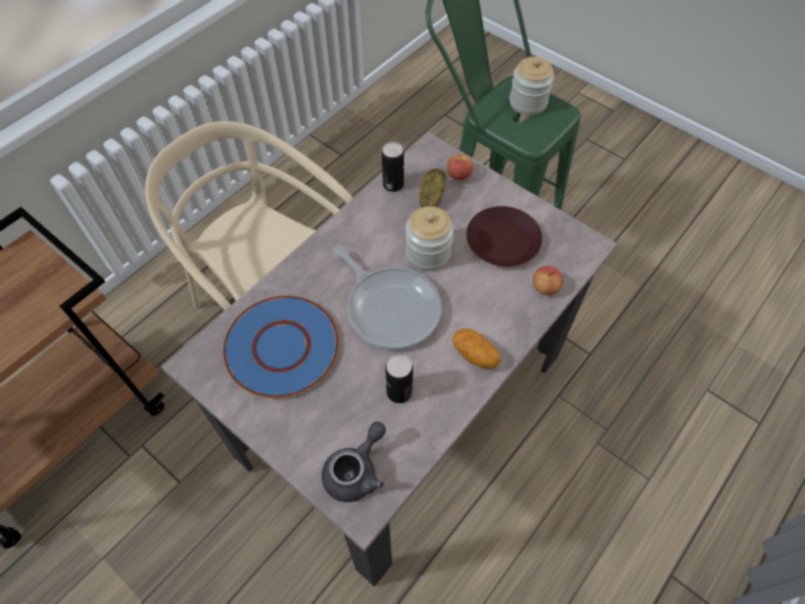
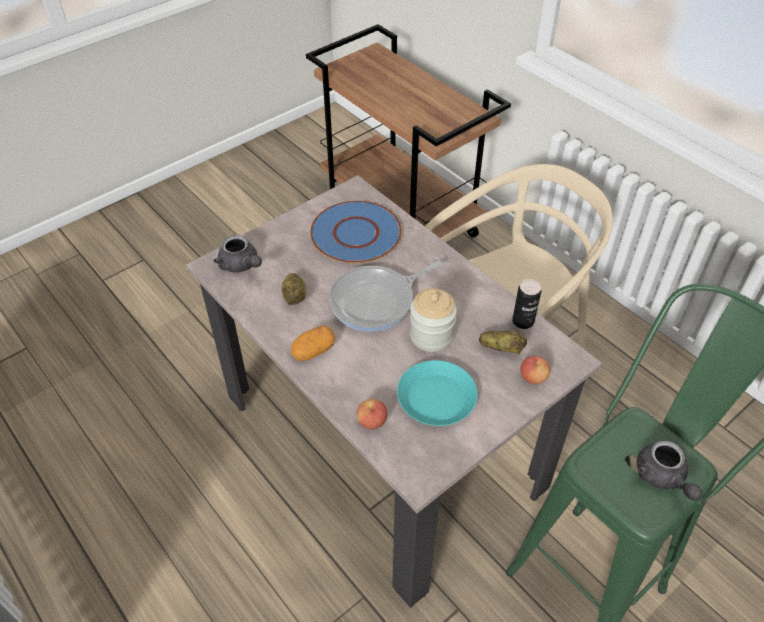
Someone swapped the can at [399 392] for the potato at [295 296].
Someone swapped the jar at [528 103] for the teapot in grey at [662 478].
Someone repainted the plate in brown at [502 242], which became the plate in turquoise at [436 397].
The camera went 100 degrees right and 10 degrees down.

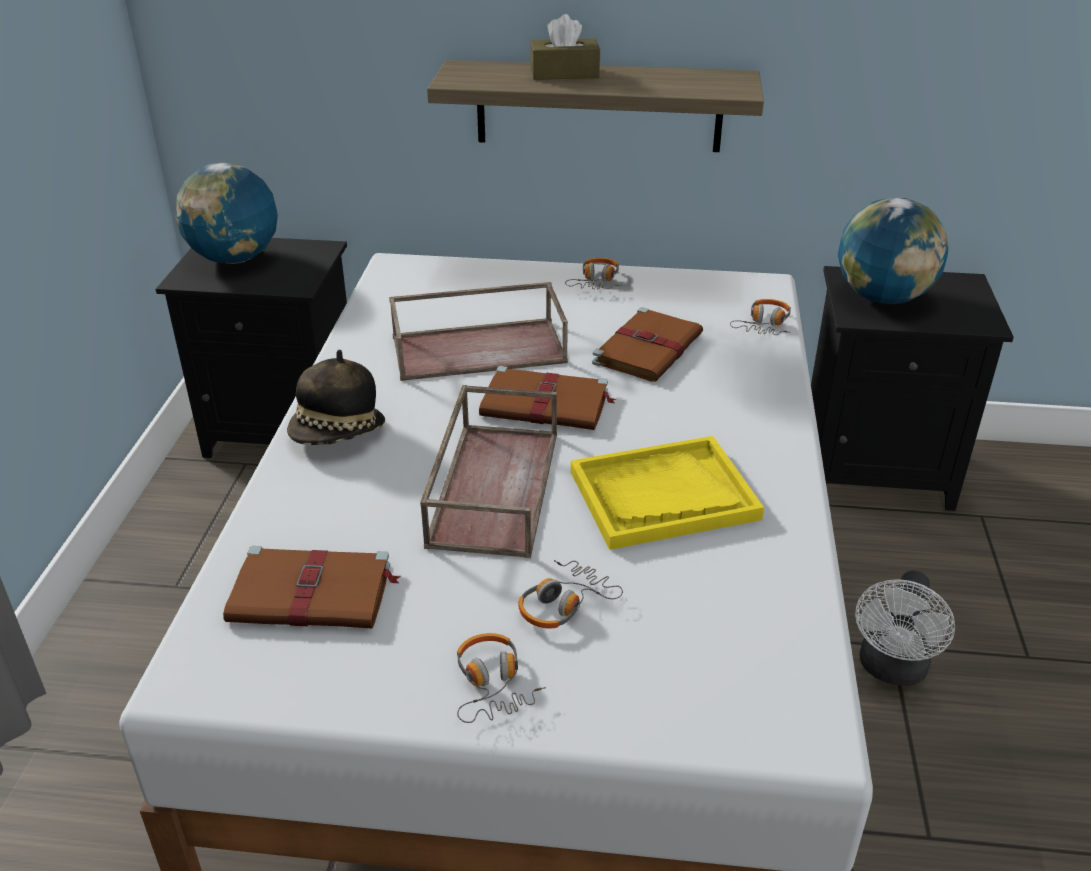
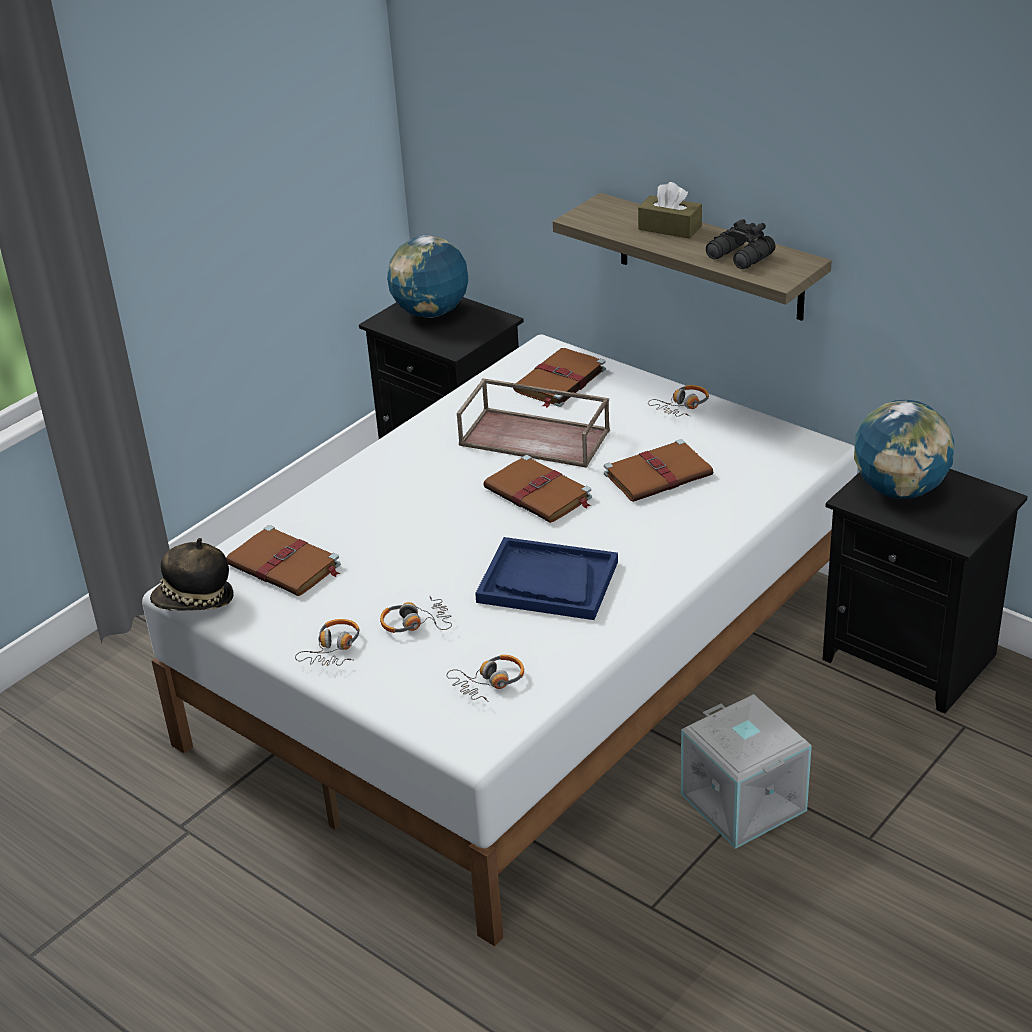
Someone took away the tray in brown at [493 486].
Someone put down the book in brown at [559 381].
Someone put down the binoculars in black at [740 257].
Someone carried the hat from [337 434] to [194 602].
Someone carried the headphones from [764 325] to [489 683].
Someone swapped the fan in white at [891 670] for the storage box in grey at [745 802].
Someone repainted the tray in yellow at [663 496], which became the tray in blue at [547 582].
The camera went 35 degrees right and 0 degrees up.

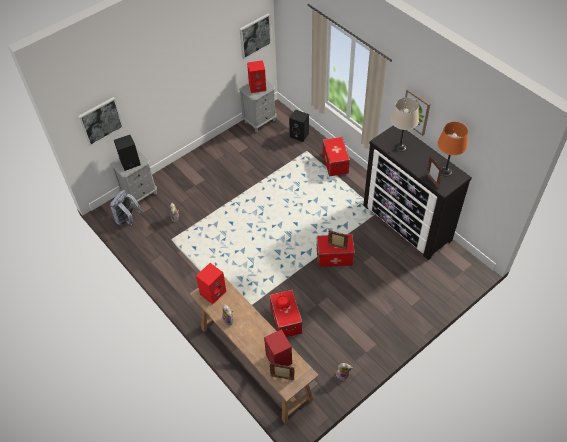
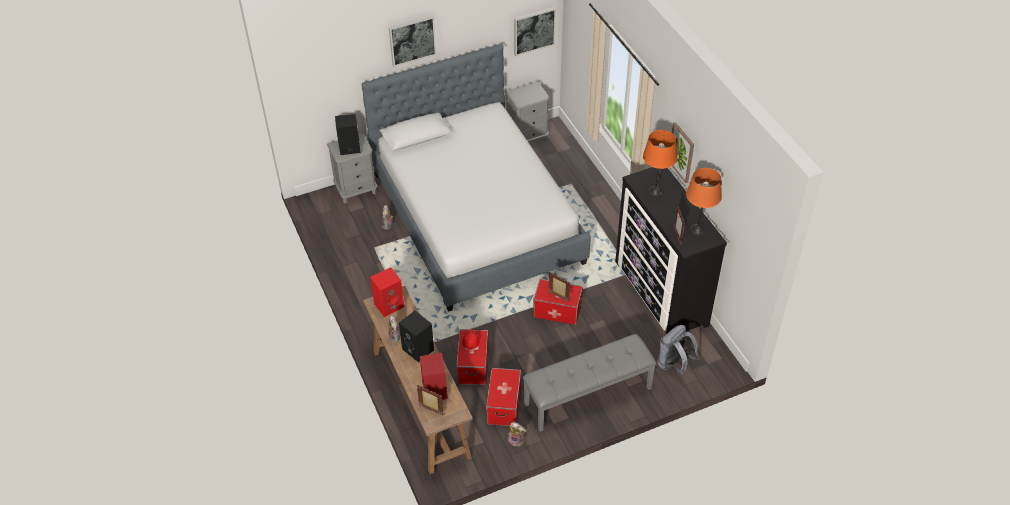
Someone took away the speaker in red at [258 87].
Someone put down the bed at [476 218].
Someone put down the bench in grey at [588 396].
Someone carried the picture from [100 121] to [412 40].
Someone carried the backpack in grey from [128 220] to [674 365].
Someone carried the speaker in black from [299 135] to [419 349].
Someone carried the storage box from [335 163] to [503 405].
Someone repainted the table lamp in beige at [400 147], which became the table lamp in orange at [655 191].
The camera went 15 degrees right and 5 degrees down.

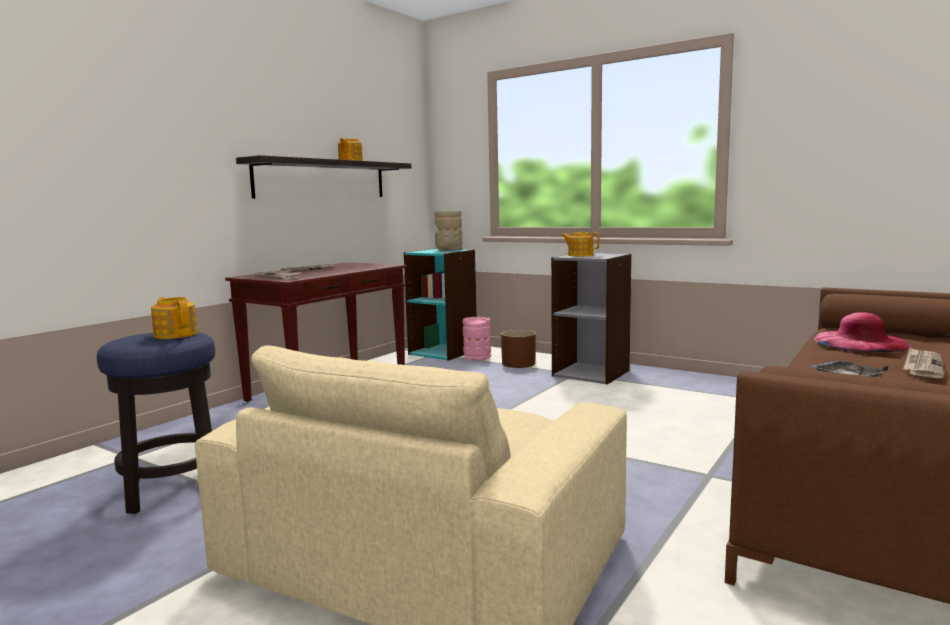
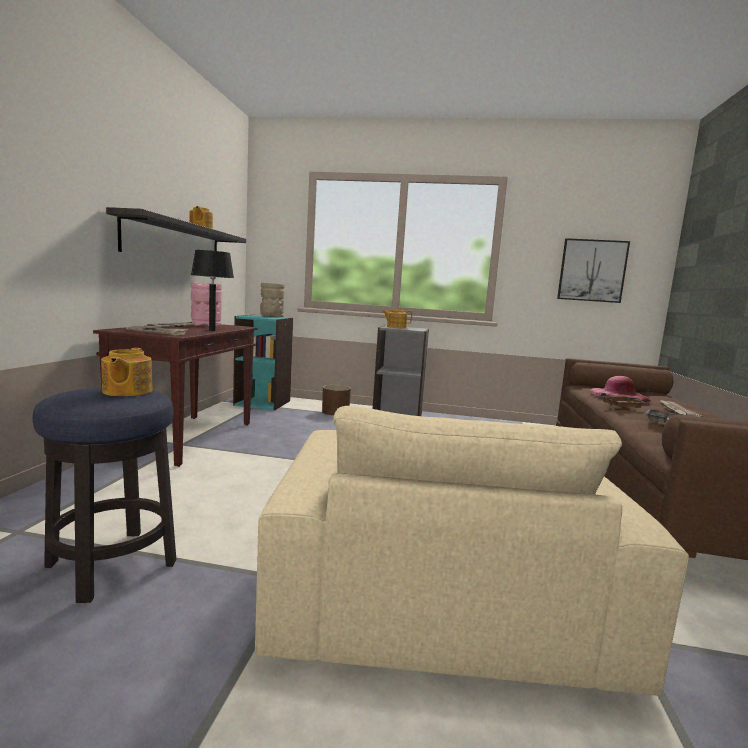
Someone put down the table lamp in black at [212 330].
Someone put up the picture at [592 270].
Someone put down the tray in brown at [624 406].
Someone carried the vase in pink from [477 357] to [206 325].
Someone rotated the teapot at [176 334] by 120 degrees counterclockwise.
The camera went 25 degrees left and 0 degrees up.

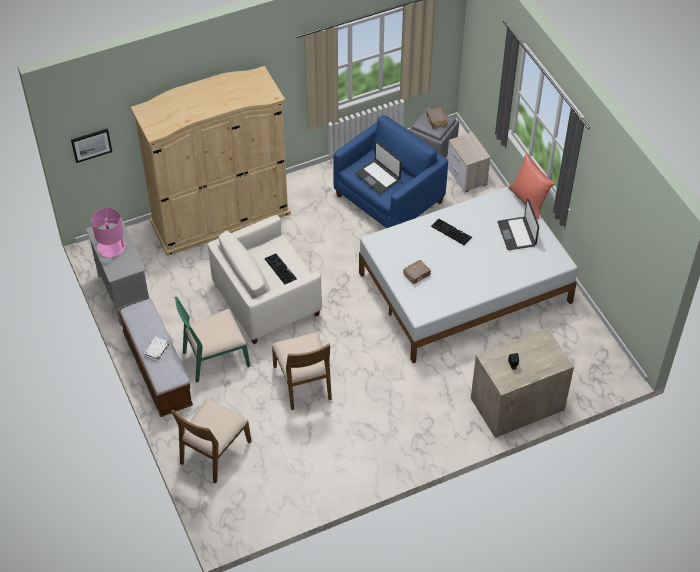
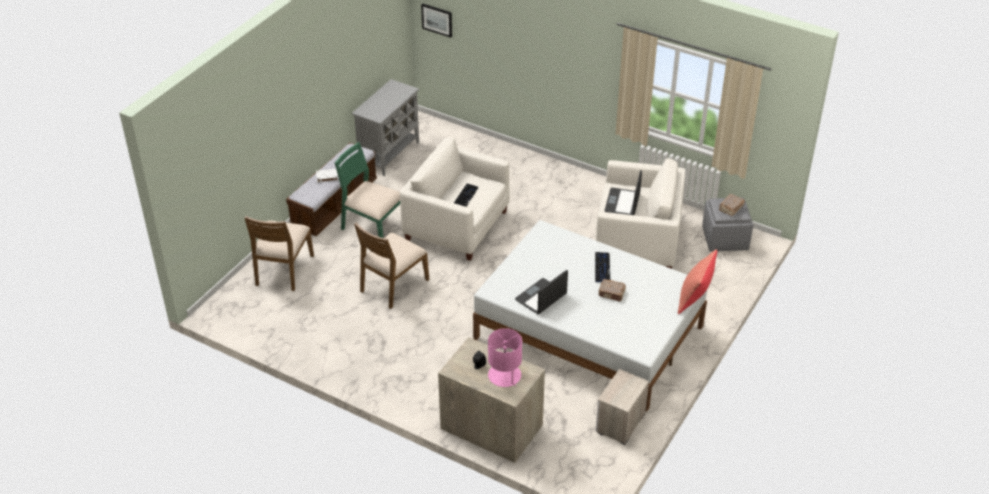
Someone took away the wardrobe in beige at [220 217].
Someone carried the table lamp in pink from [112 247] to [504 376].
Someone carried the book in brown from [417 275] to [612 294].
Someone carried the nightstand from [467 176] to [619 423].
Someone carried the laptop from [517 234] to [541 297].
Someone repainted the armchair in blue at [388 199], which became the armchair in white at [637 241].
Someone rotated the chair in brown at [214 452] by 75 degrees counterclockwise.
The camera went 55 degrees right and 10 degrees down.

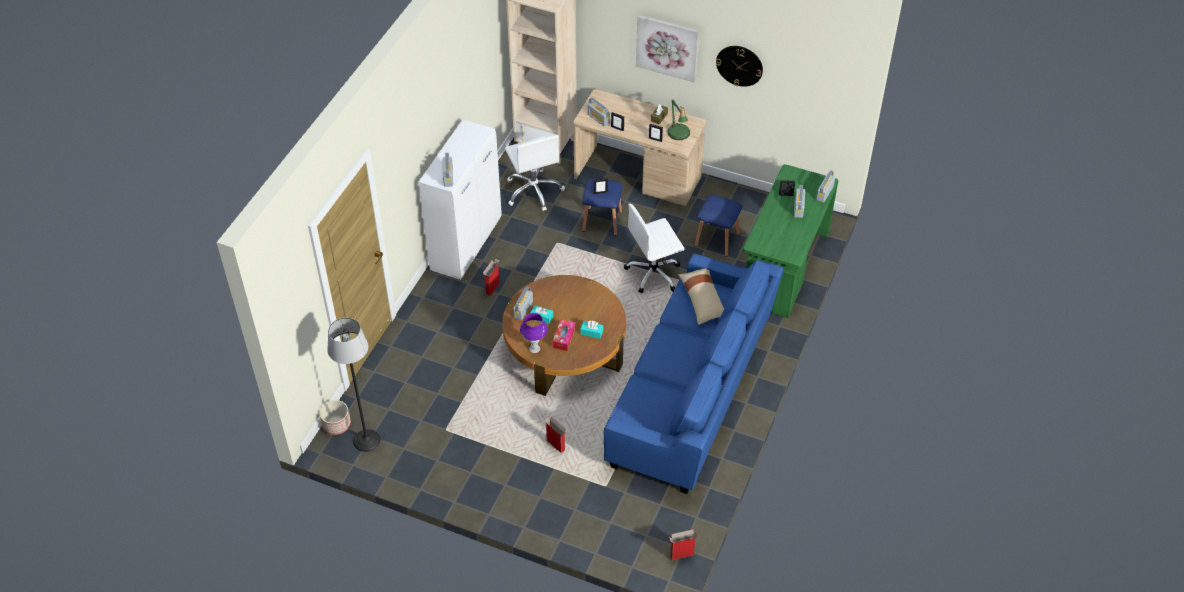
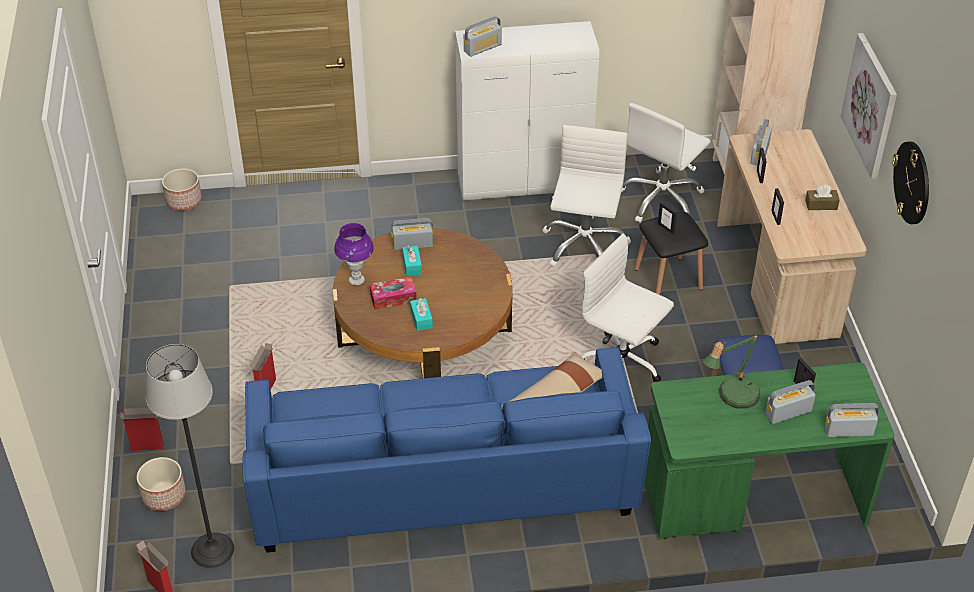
Someone put down the planter at [163 496].
Someone put down the office chair in white at [584 245].
Someone carried the floor lamp from [366 440] to [212 550].
Someone carried the cardboard box from [493 288] to [148 446].
Someone carried the table lamp from [679 135] to [733 396].
Someone repainted the stool in blue at [602 221], which became the stool in black at [668 279].
The camera went 60 degrees right and 5 degrees down.

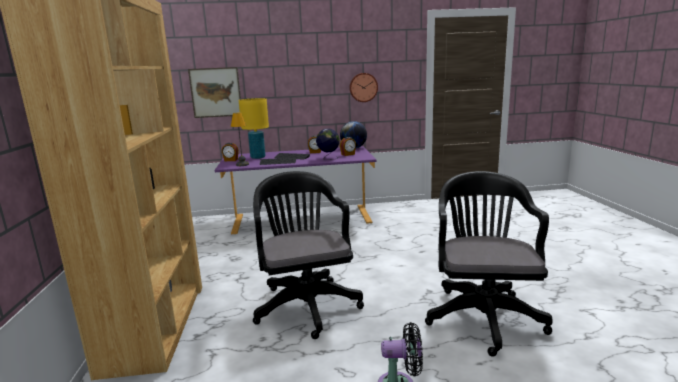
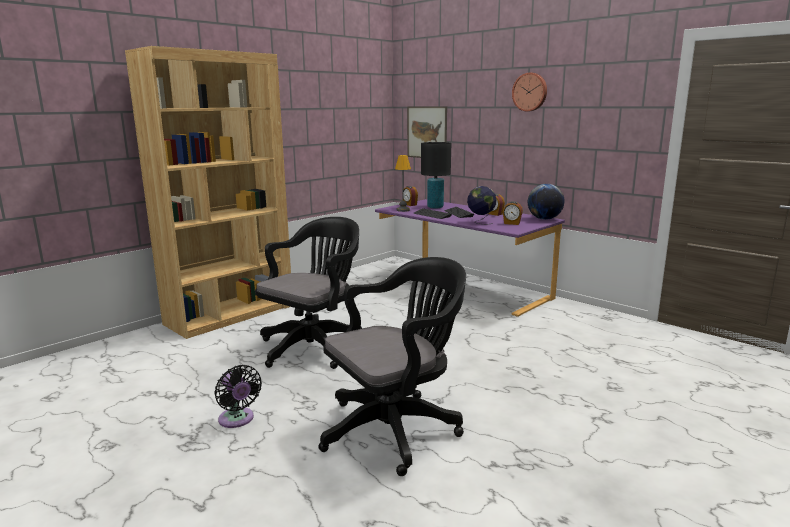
Someone carried the wall clock from [363 87] to [530 92].
Someone repainted the table lamp in yellow at [258 157], which became the table lamp in black at [435 207].
The camera went 50 degrees right and 0 degrees up.

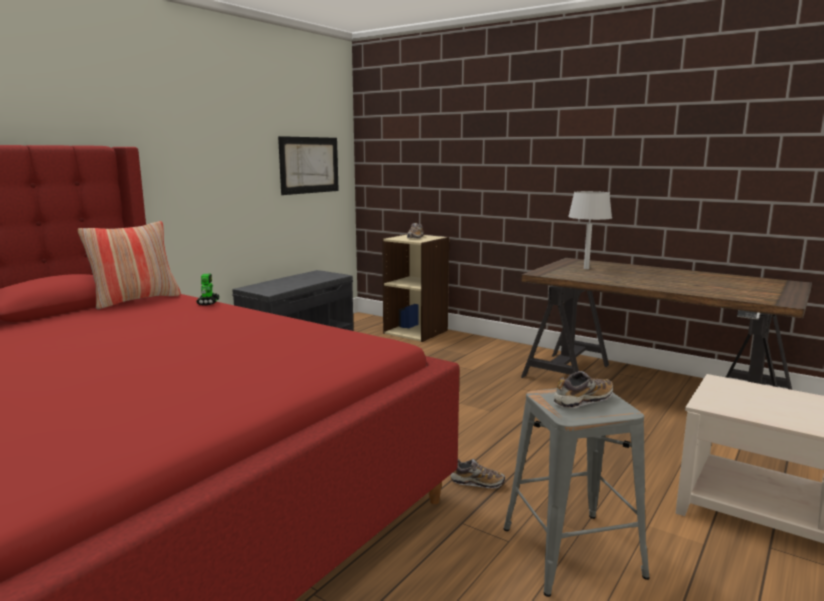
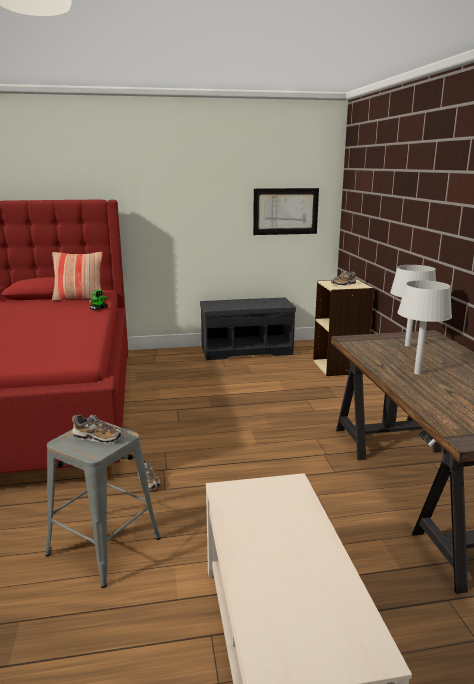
Someone put down the table lamp in grey at [417 373].
The camera went 45 degrees right and 5 degrees up.

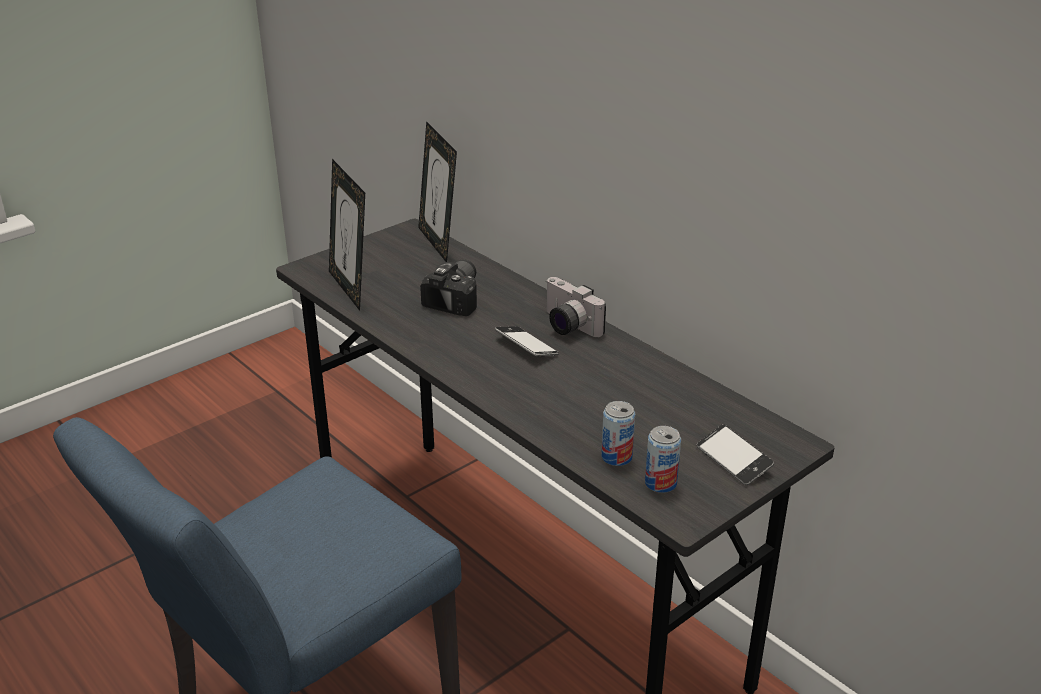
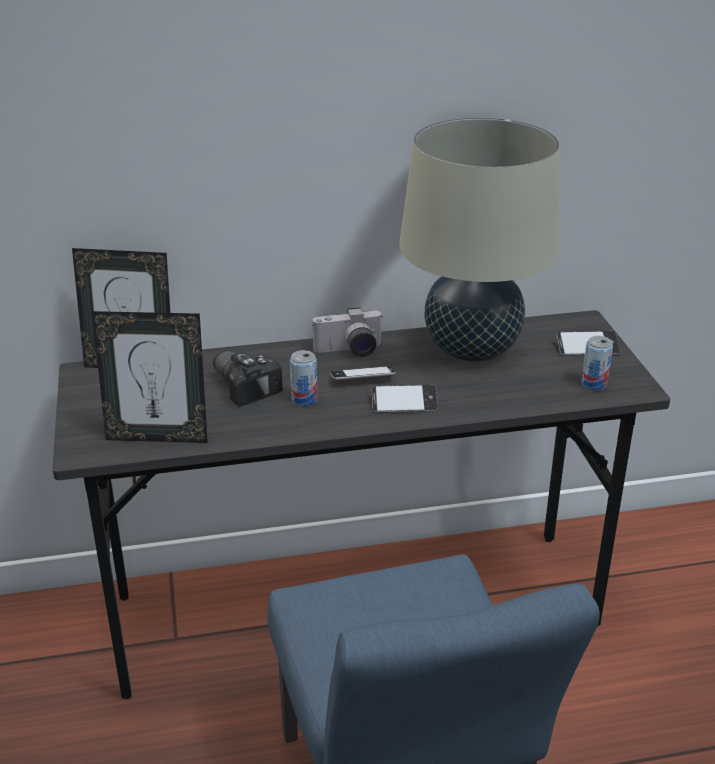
Someone put down the phone at [404 404].
Someone put down the table lamp in beige at [472 350].
Someone carried the can from [616 457] to [304 399].
The camera went 60 degrees left and 0 degrees up.

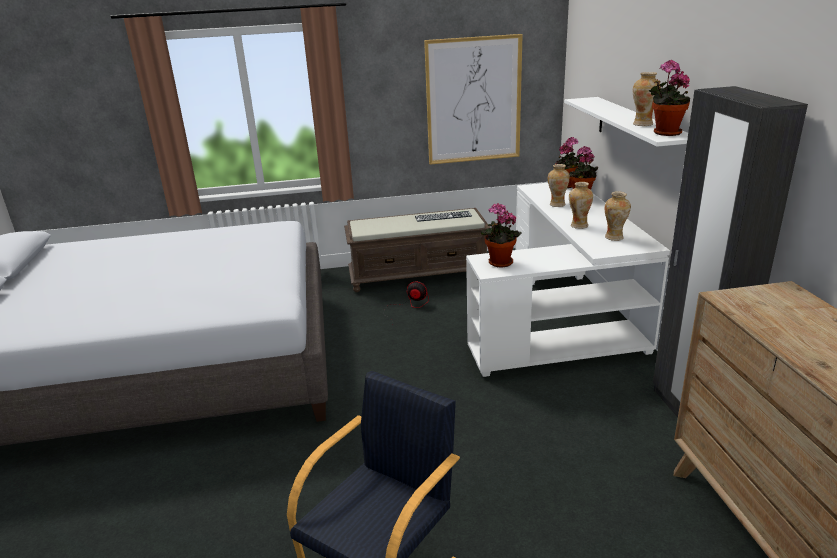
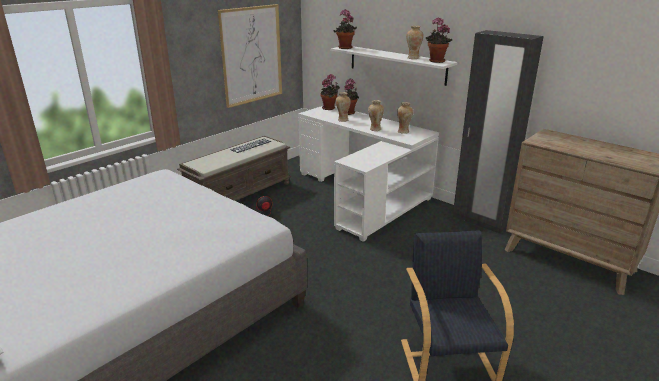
Someone carried the potted plant from [499 263] to [345 48].
The camera went 40 degrees left and 0 degrees up.

